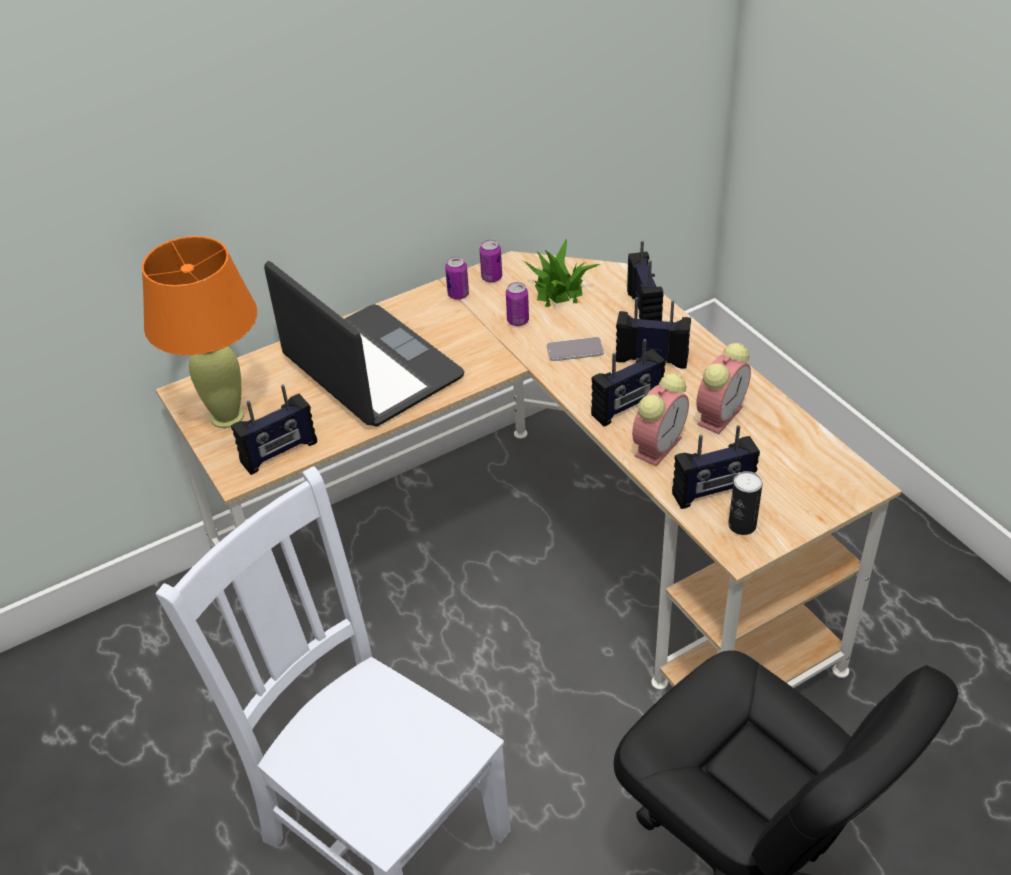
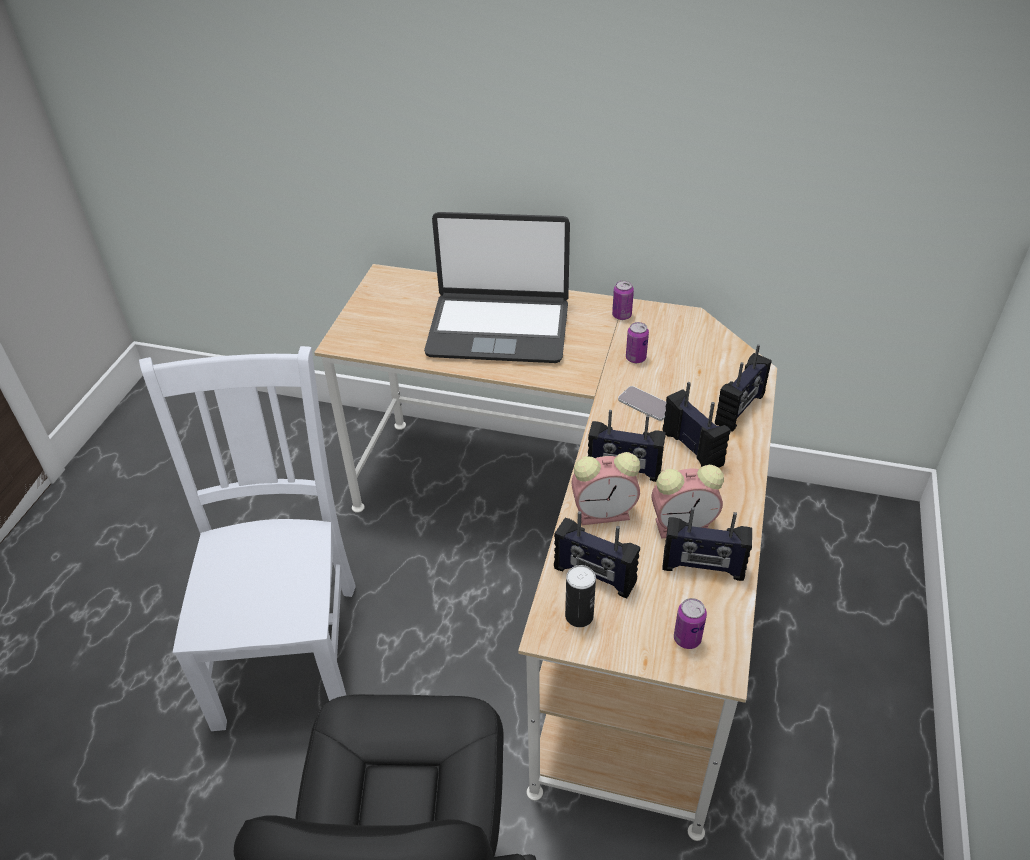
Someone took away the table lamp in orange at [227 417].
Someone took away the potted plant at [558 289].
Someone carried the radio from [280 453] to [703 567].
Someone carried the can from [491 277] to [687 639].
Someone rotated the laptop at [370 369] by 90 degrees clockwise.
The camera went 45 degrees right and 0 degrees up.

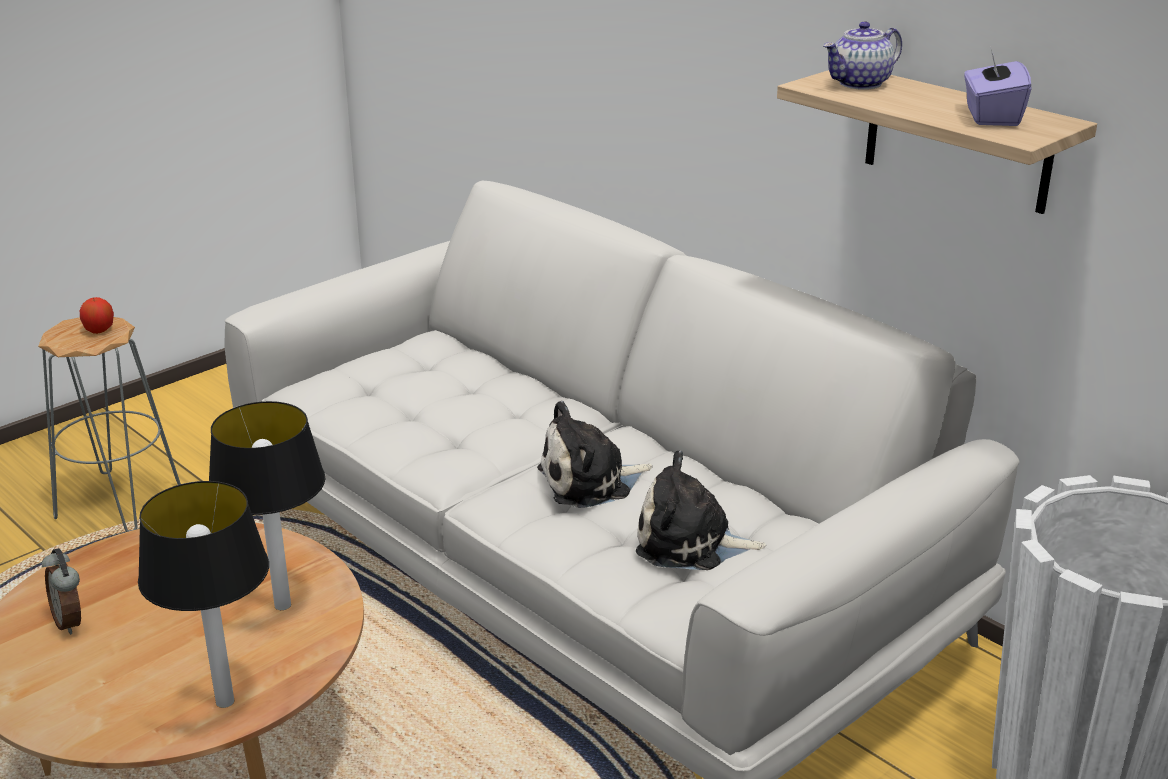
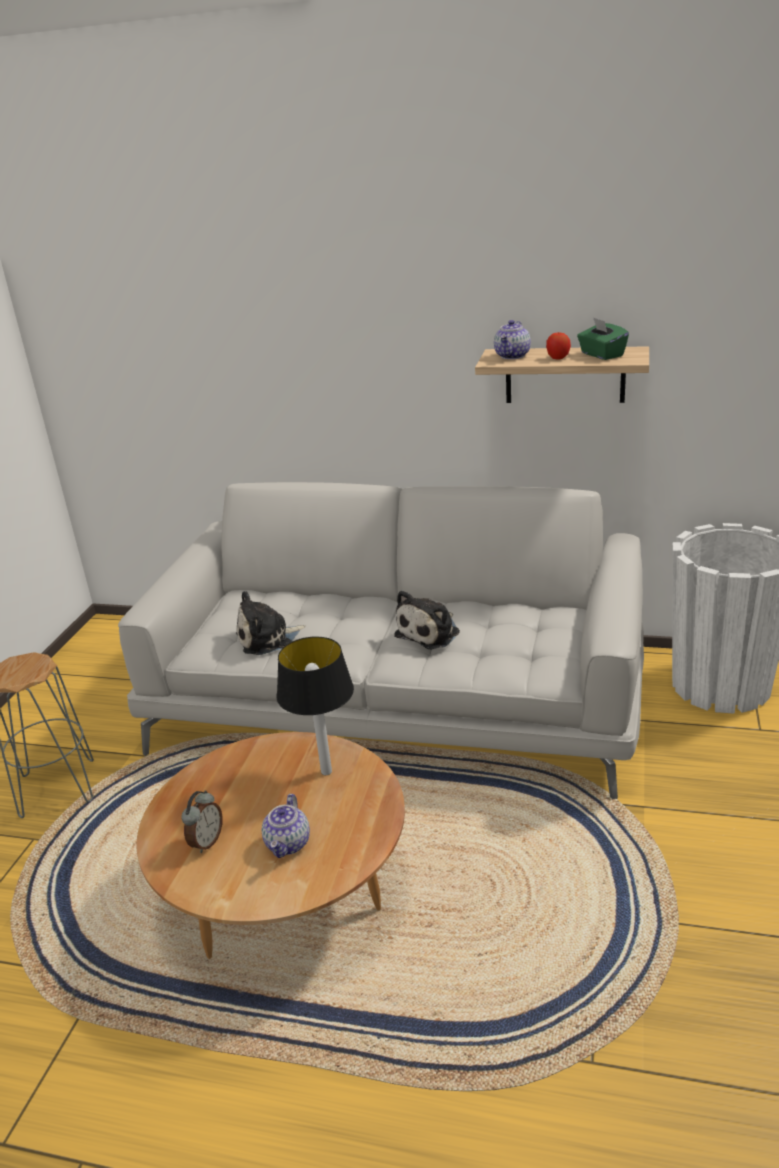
Someone took away the table lamp at [224 702].
Someone put down the teapot at [288 844].
Someone carried the apple from [99 330] to [558 358].
Someone carried the plush toy from [690 543] to [268 638].
Someone repainted the tissue box in purple at [991 116], which became the tissue box in green at [601 355].
Someone rotated the alarm clock at [70 622] by 90 degrees counterclockwise.
The camera went 30 degrees left and 0 degrees up.

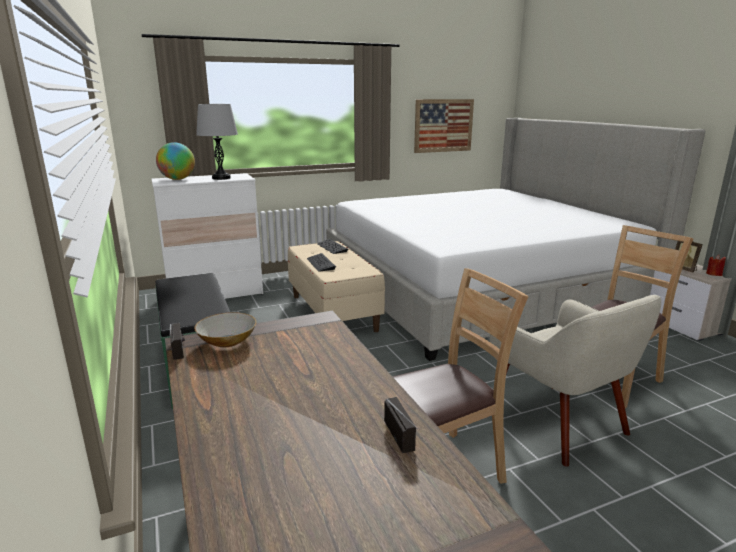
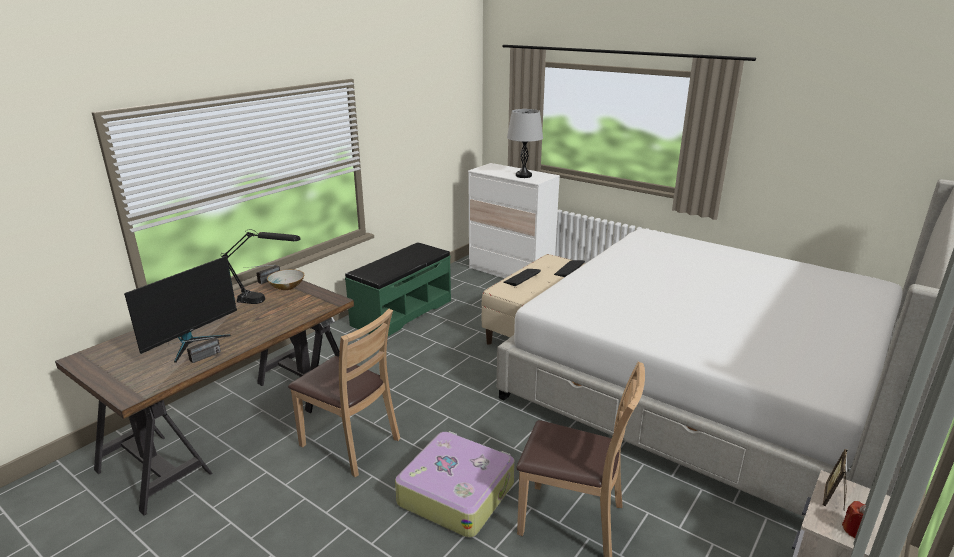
Someone took away the globe at [177 179].
Someone took away the picture at [443 125].
Someone put down the monitor at [193 343].
Someone put down the table lamp in black at [267 301].
Someone swapped the armchair in beige at [558 423] for the suitcase at [456 492].
The camera went 60 degrees right and 5 degrees up.

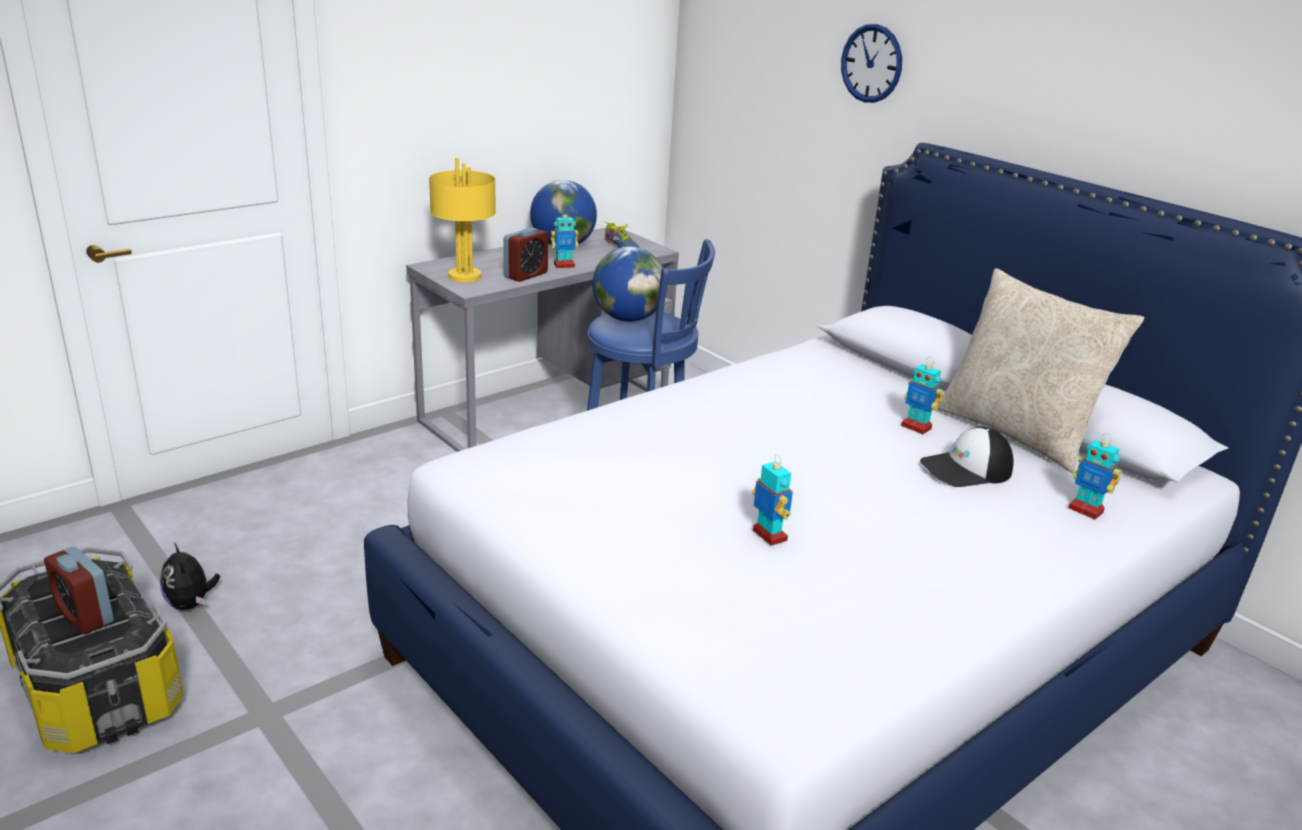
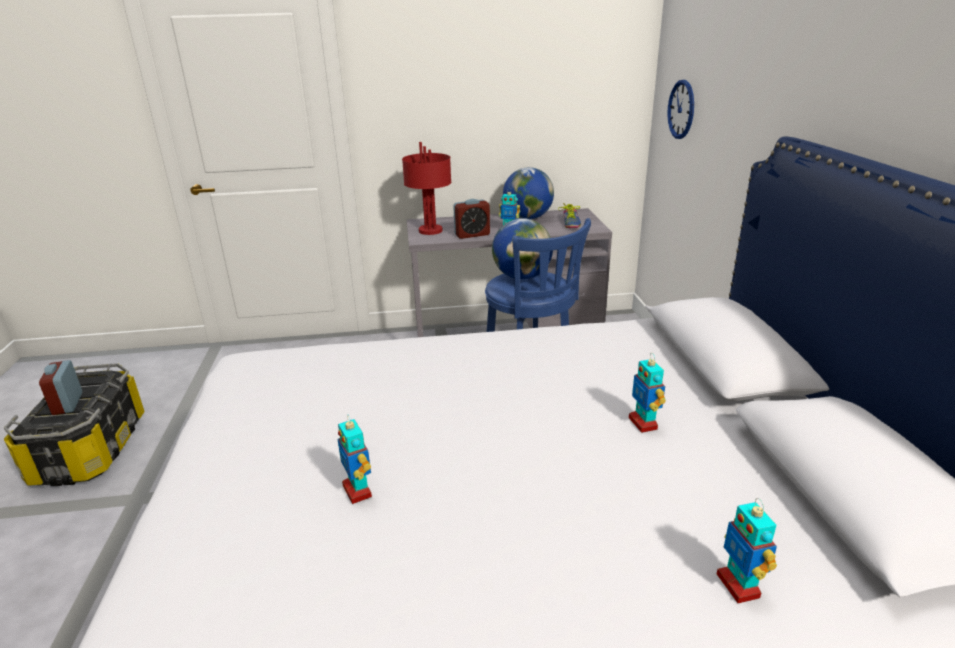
Someone took away the plush toy at [191 604].
Someone took away the cap at [966 470].
Someone took away the pillow in beige at [1016 433].
Someone carried the wall clock from [871 63] to [681 109].
Someone repainted the table lamp in yellow at [464 276], which became the table lamp in red at [430 230].
Someone rotated the toy robot at [769 536] by 150 degrees clockwise.
The camera went 35 degrees right and 0 degrees up.

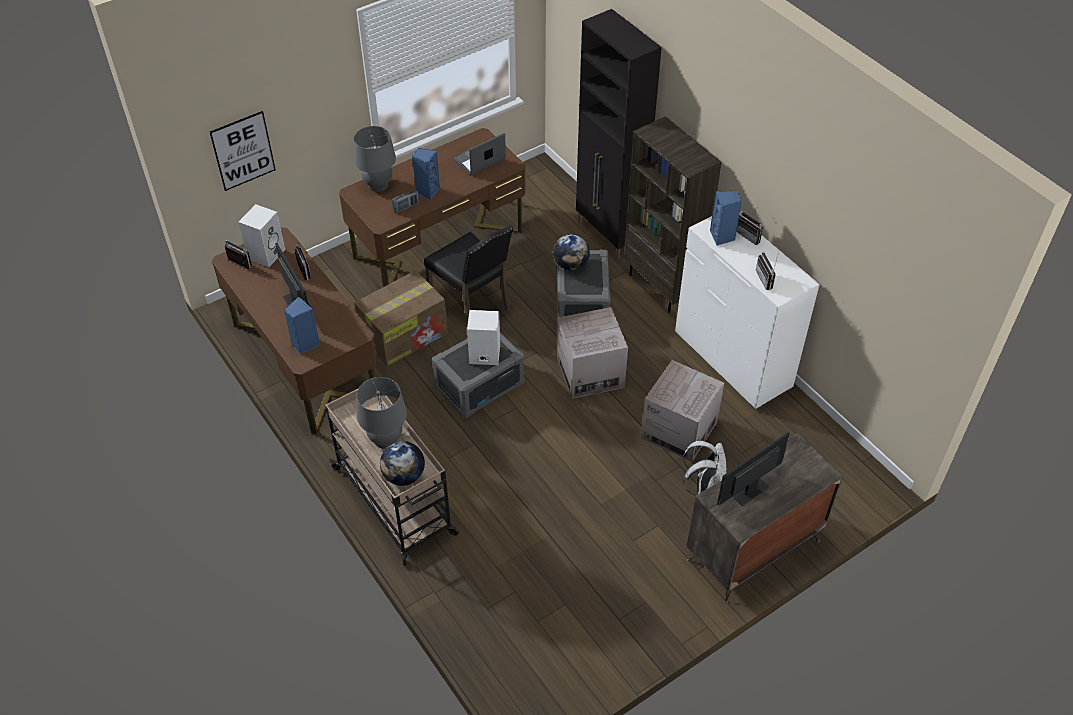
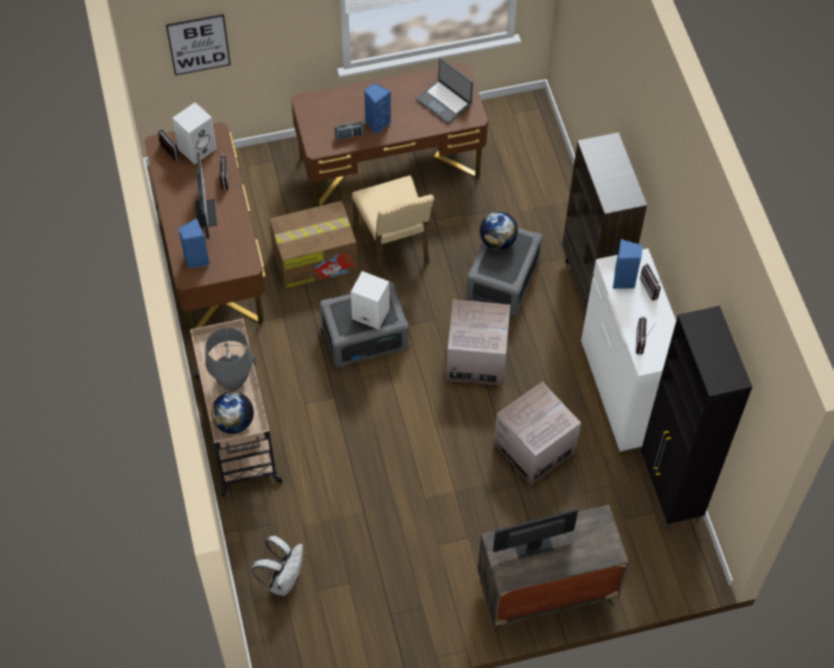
Someone took away the table lamp in grey at [378 185].
Someone carried the cabinet in black from [609 235] to [669 492].
Someone carried the backpack in white from [704 489] to [283 579].
Someone repainted the chair in black at [472 304], which became the chair in beige at [394 246].
Someone rotated the laptop at [480 160] by 120 degrees counterclockwise.
The camera went 20 degrees right and 10 degrees up.

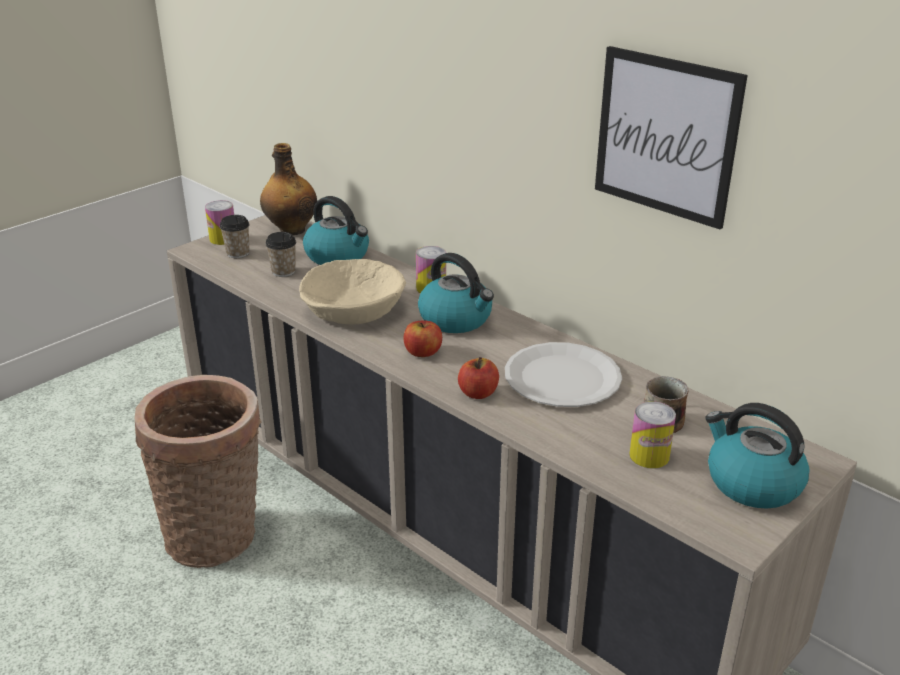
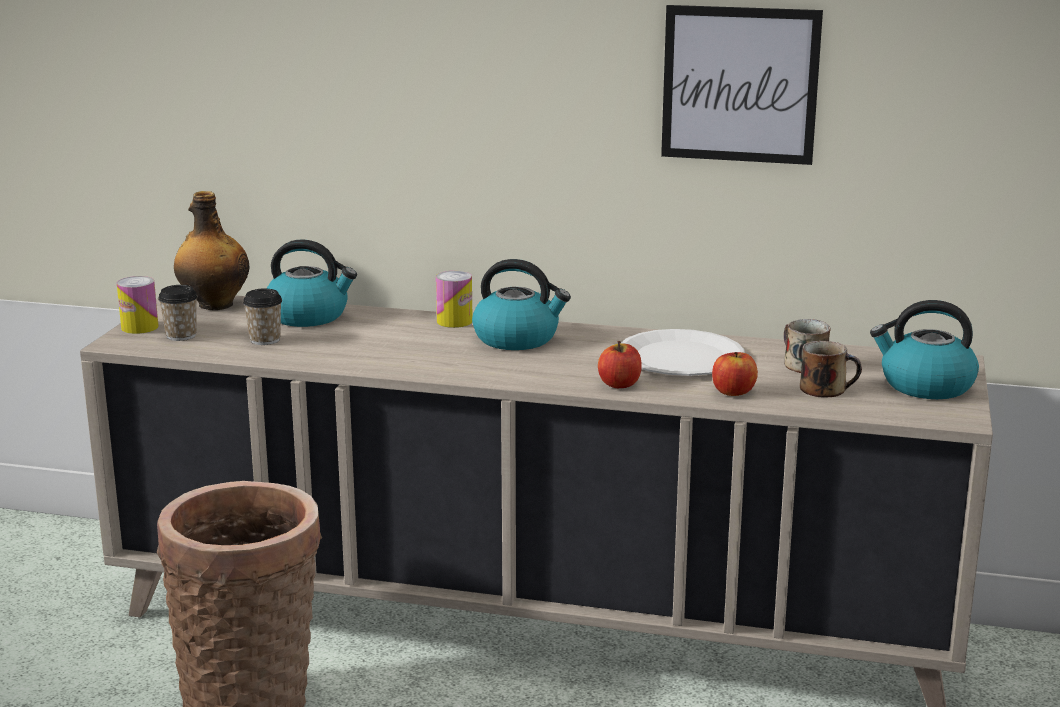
Someone took away the bowl in beige at [354 309].
Someone carried the apple from [423 352] to [733 392].
Someone swapped the can at [649 456] for the mug at [825 389].
The camera went 30 degrees left and 10 degrees down.

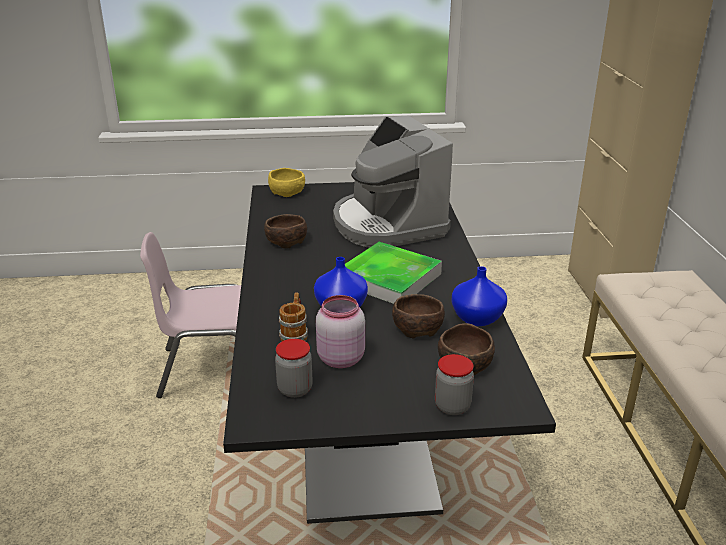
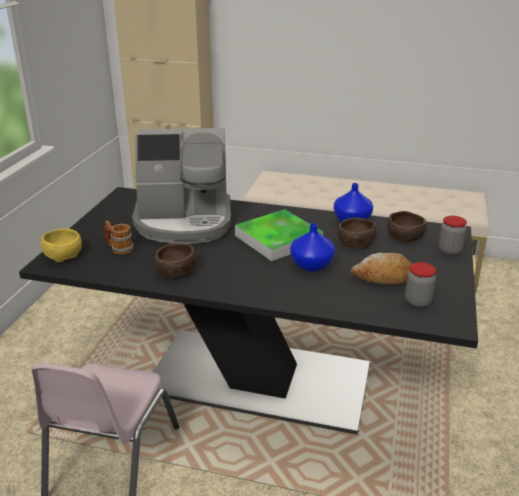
Someone carried the mug from [295 333] to [119 248].
Someone swapped the jar in pink at [339 358] for the bread at [383 278].
The camera went 70 degrees left and 0 degrees up.

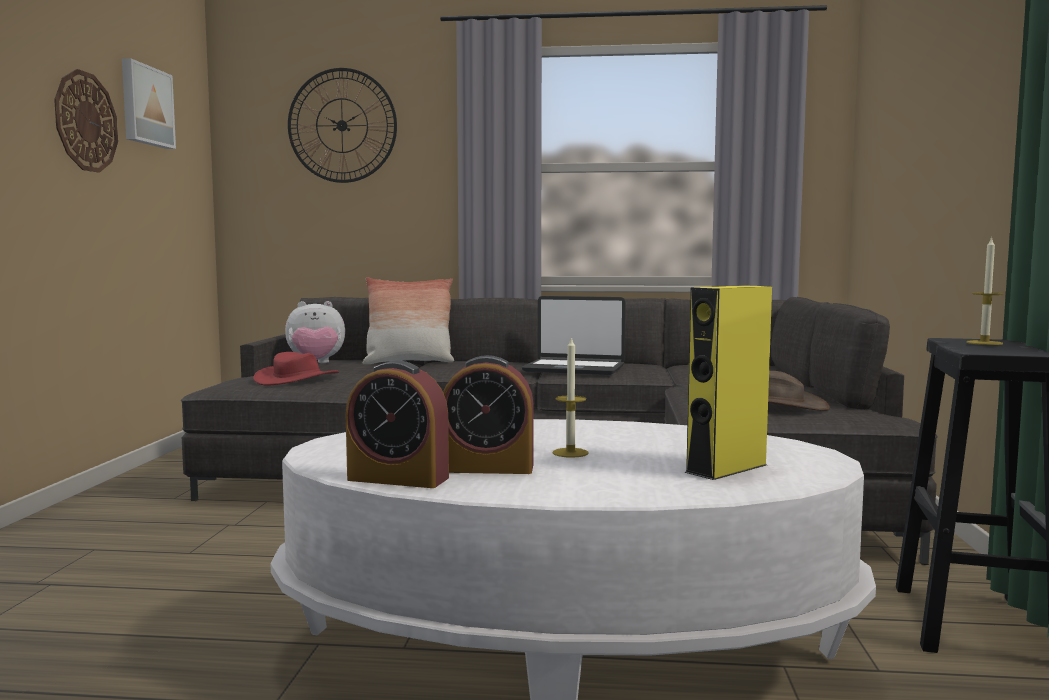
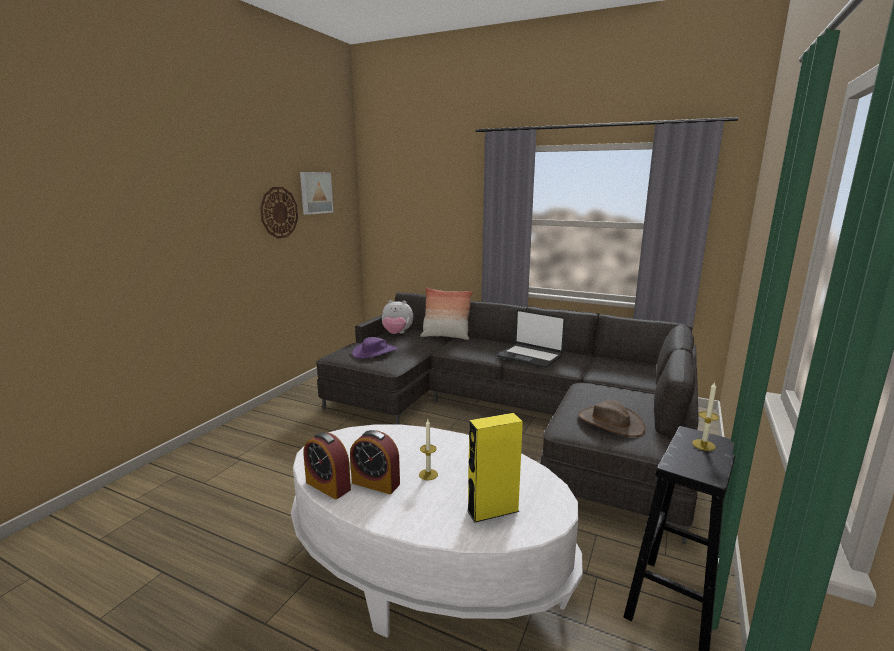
Someone took away the wall clock at [342 125].
Someone repainted the hat in red at [297 379], which became the hat in purple at [375 352].
The camera went 20 degrees right and 10 degrees up.

